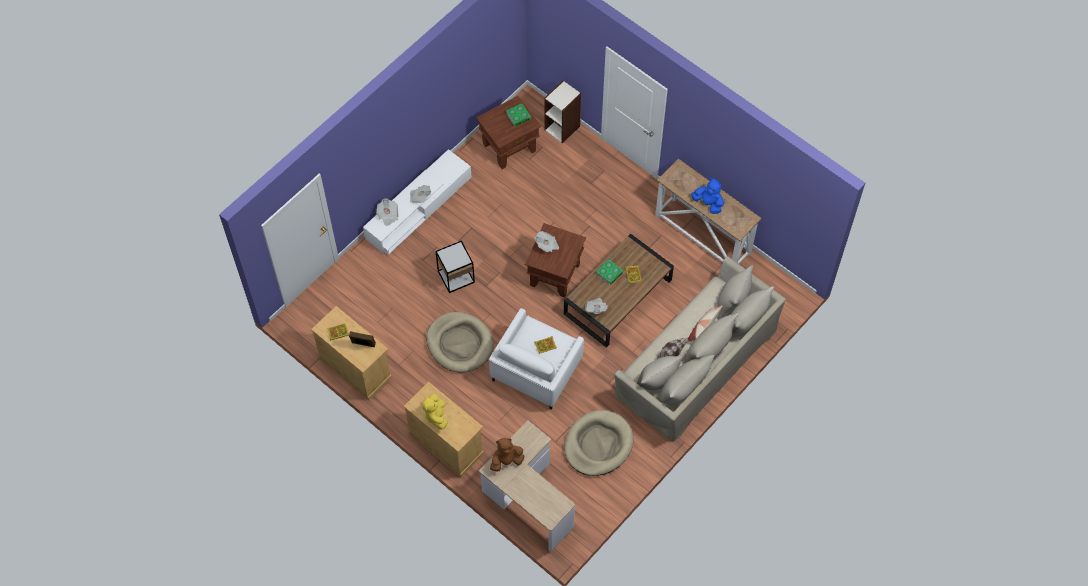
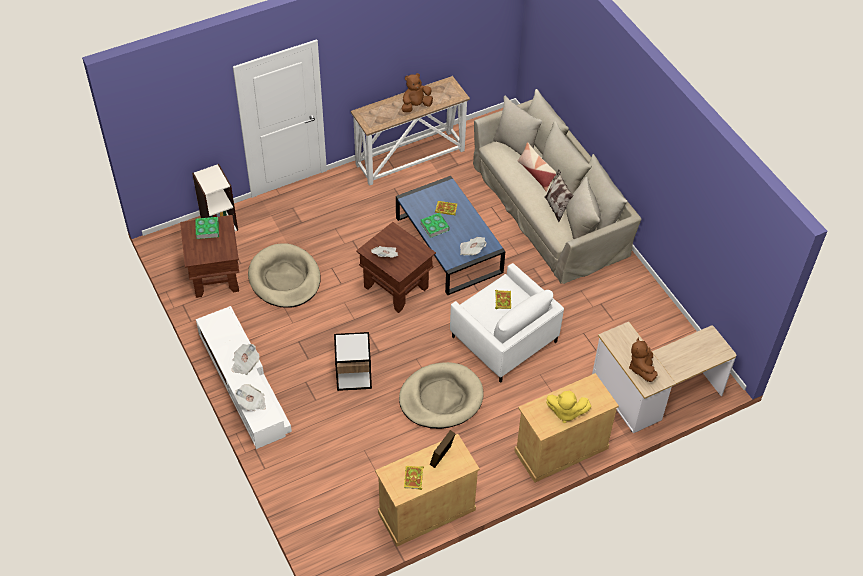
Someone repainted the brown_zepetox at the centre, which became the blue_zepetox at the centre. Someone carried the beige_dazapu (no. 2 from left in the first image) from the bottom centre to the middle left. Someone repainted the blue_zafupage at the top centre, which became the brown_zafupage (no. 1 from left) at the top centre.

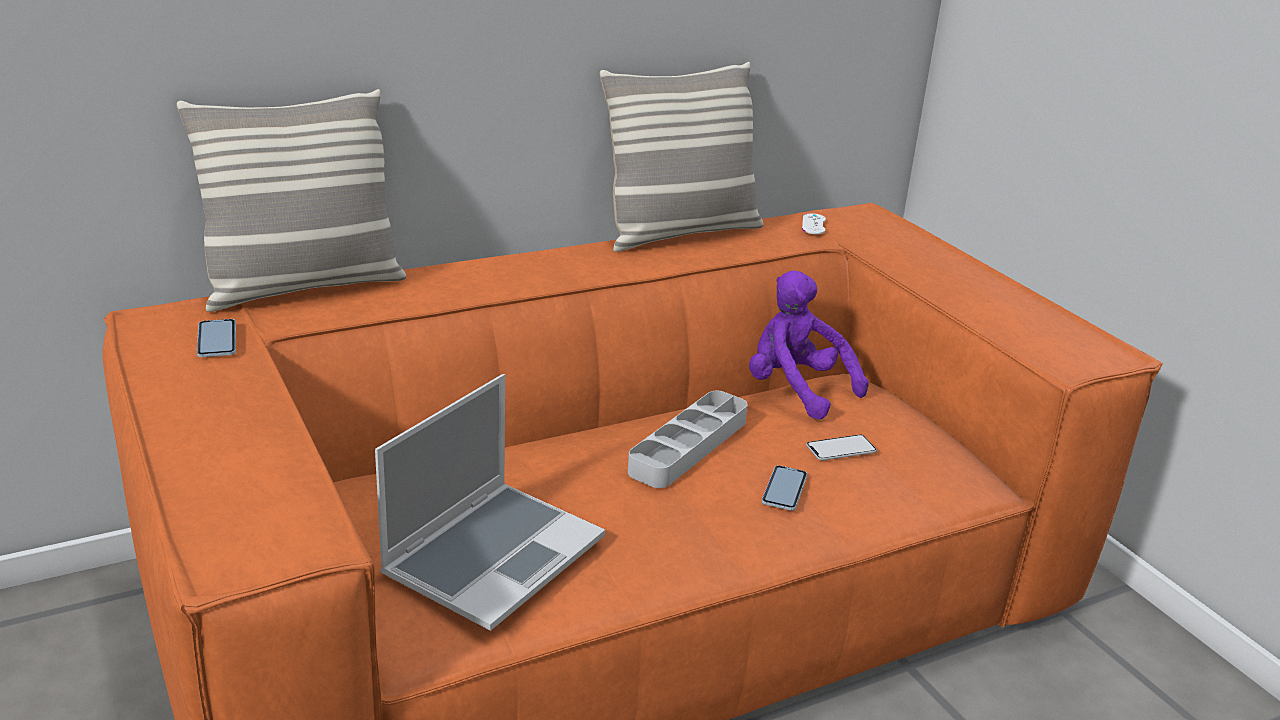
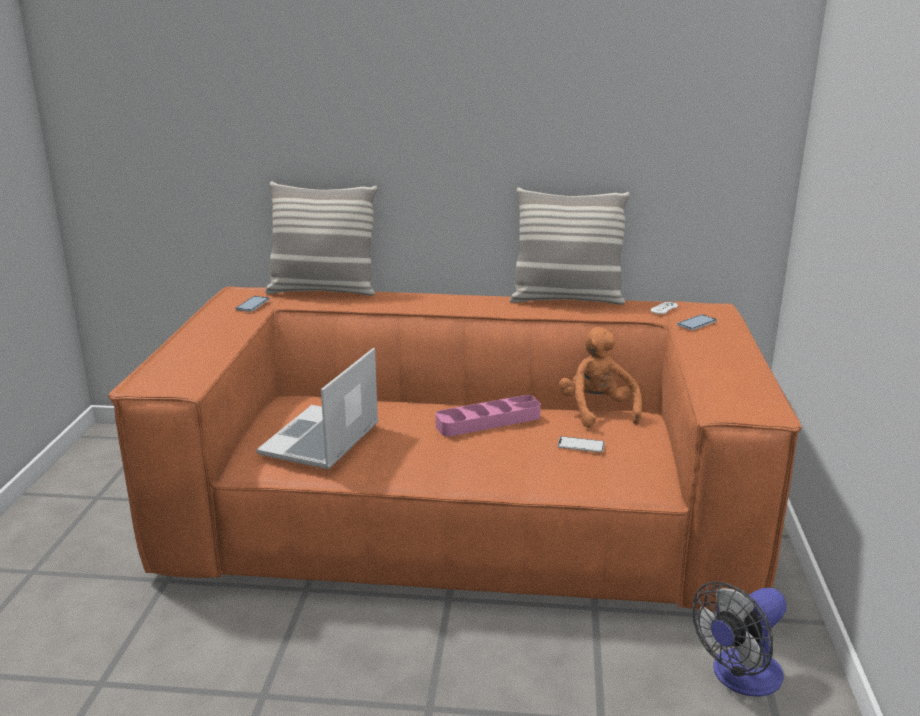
Someone rotated the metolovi at the bottom centre by 135 degrees clockwise. Someone repainted the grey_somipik at the centre, which became the pink_somipik at the centre. Someone repainted the purple_zafupage at the centre, which became the orange_zafupage at the centre. Someone carried the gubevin (no. 2 from left in the first image) from the bottom centre to the middle right. Someone put down the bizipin at the bottom right.

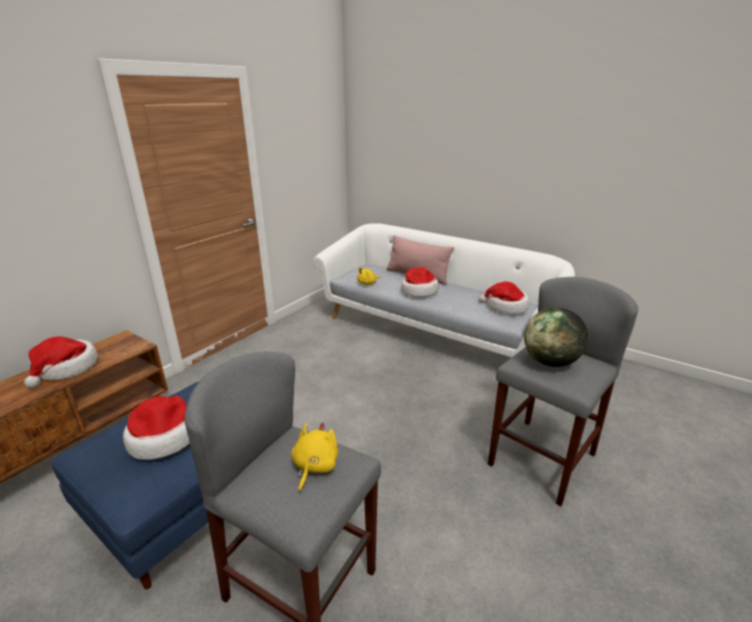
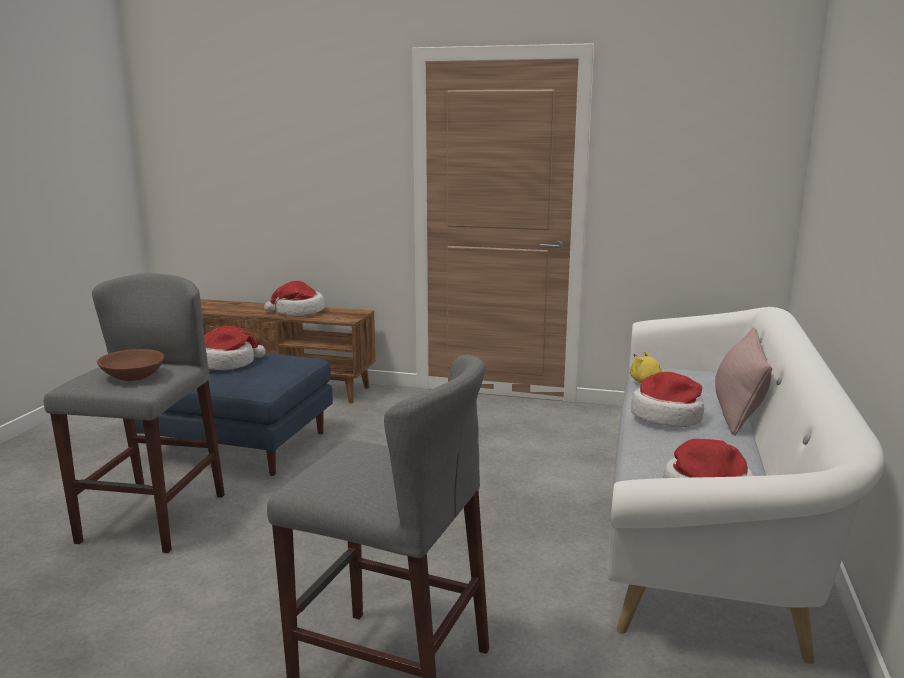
Someone swapped the yellow_zafupage (no. 1 from left) at the bottom centre for the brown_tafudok at the middle left. Someone took away the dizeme at the middle right.

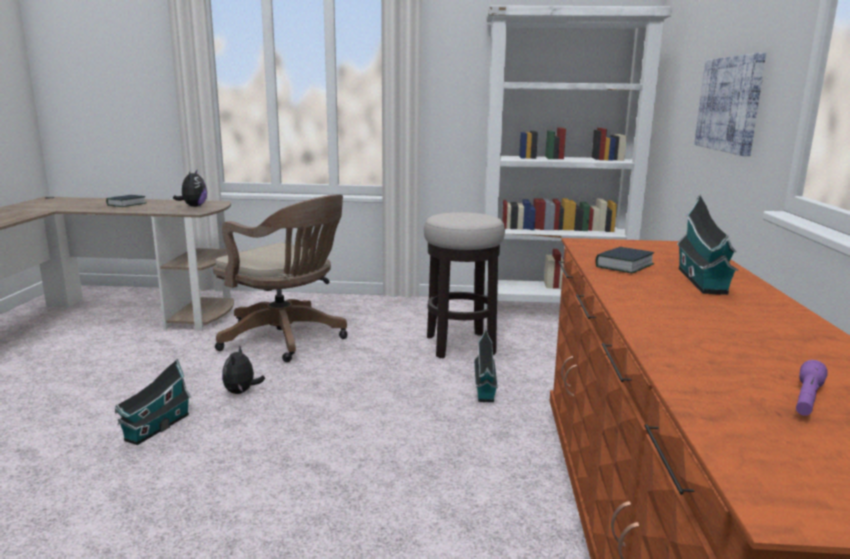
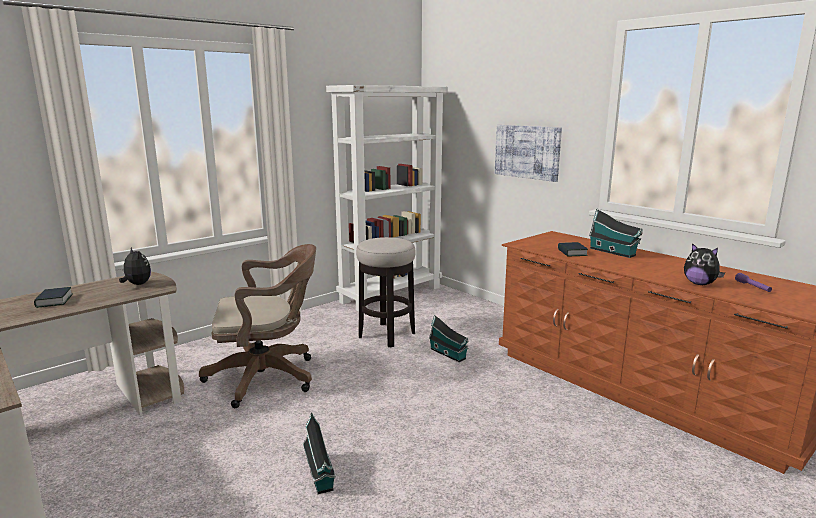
Someone carried the zafupage (no. 2 from left) from the middle left to the middle right.

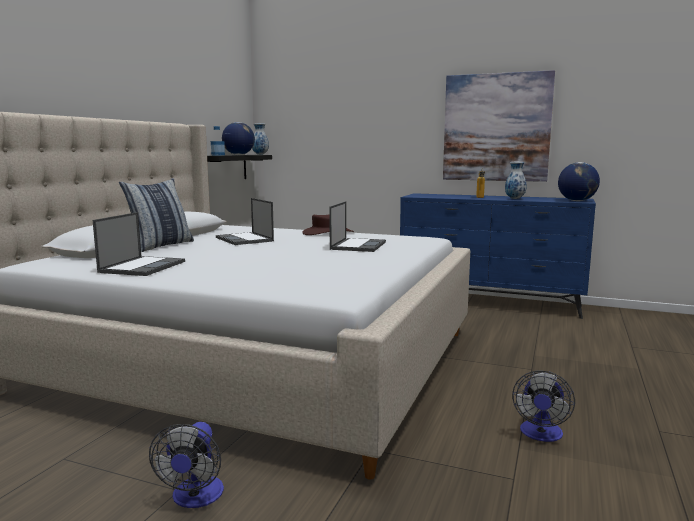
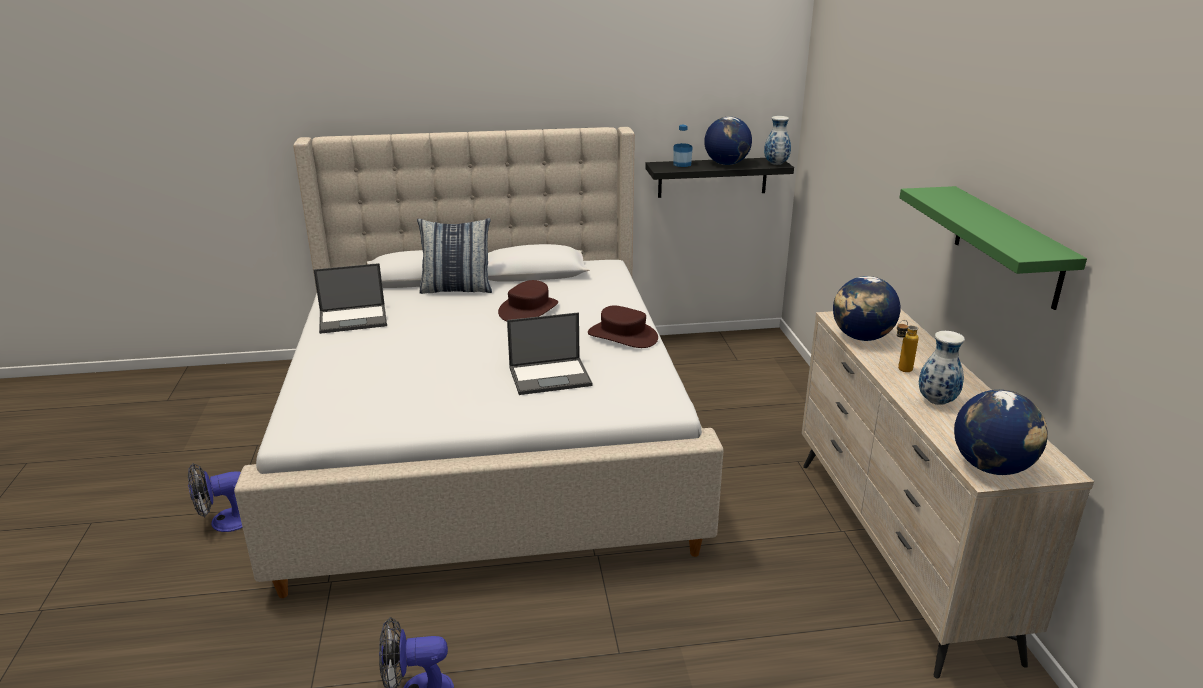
Someone swapped the metolovi (no. 2 from left) at the centre for the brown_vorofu (no. 1 from left) at the centre. Someone repainted the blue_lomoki at the middle right, which became the beige_lomoki at the bottom right. Someone swapped the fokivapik at the top right for the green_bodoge at the middle right. Someone put down the dizeme (no. 2 from left) at the middle right.

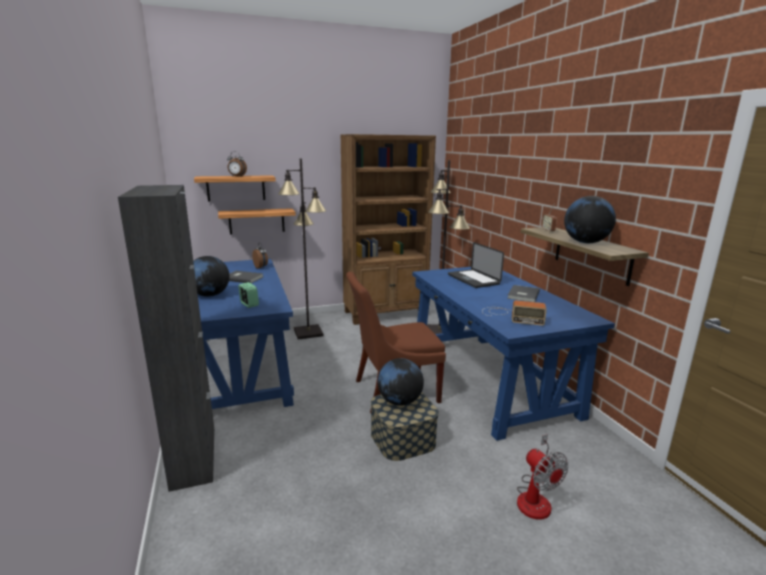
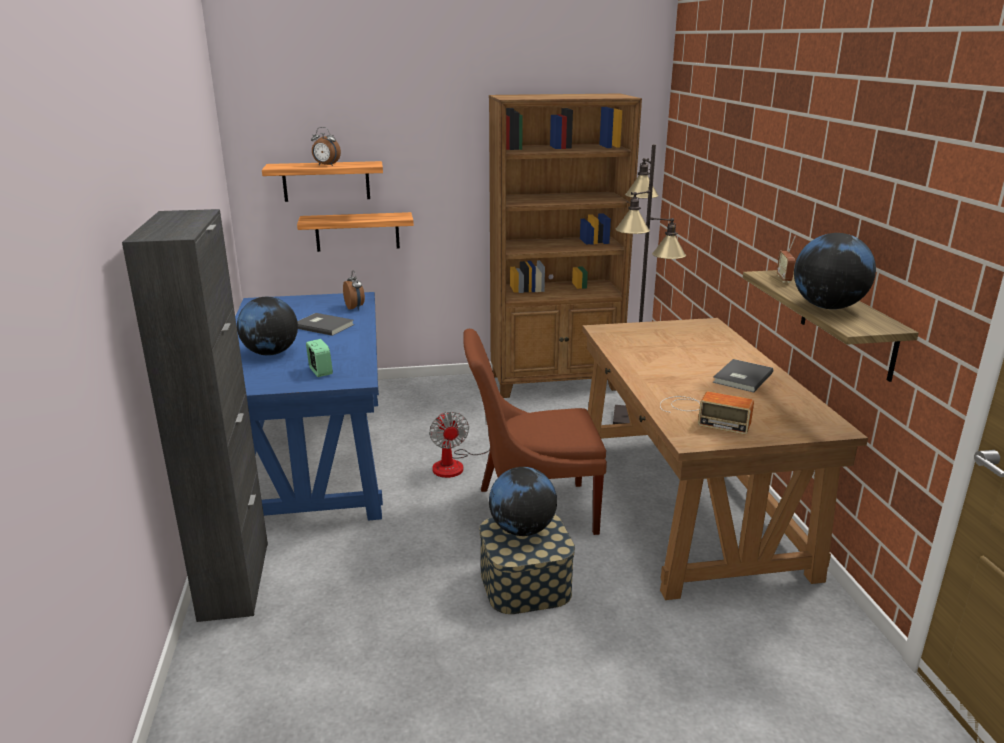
Someone took away the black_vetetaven (no. 1 from left) at the centre. Someone repainted the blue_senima (no. 2 from left) at the middle right, which became the brown_senima at the middle right. Someone took away the metolovi at the centre. Someone carried the bizipin from the bottom right to the centre.

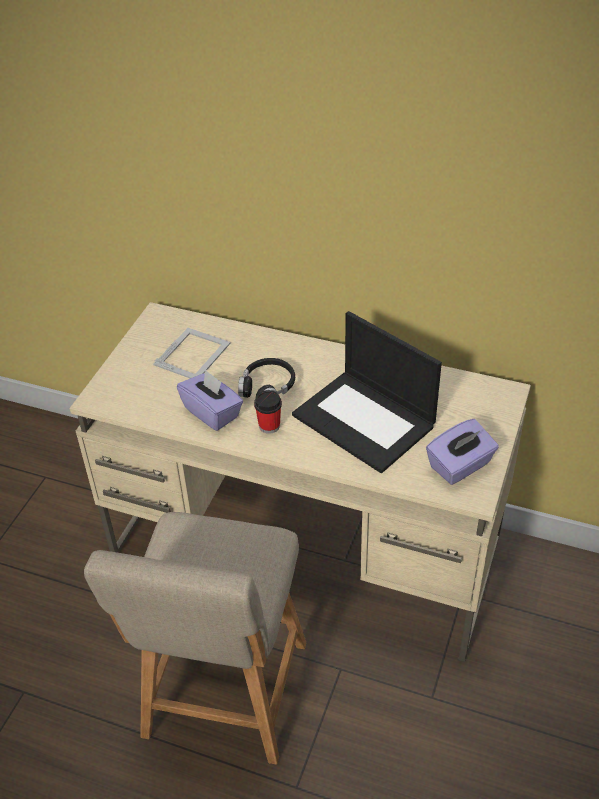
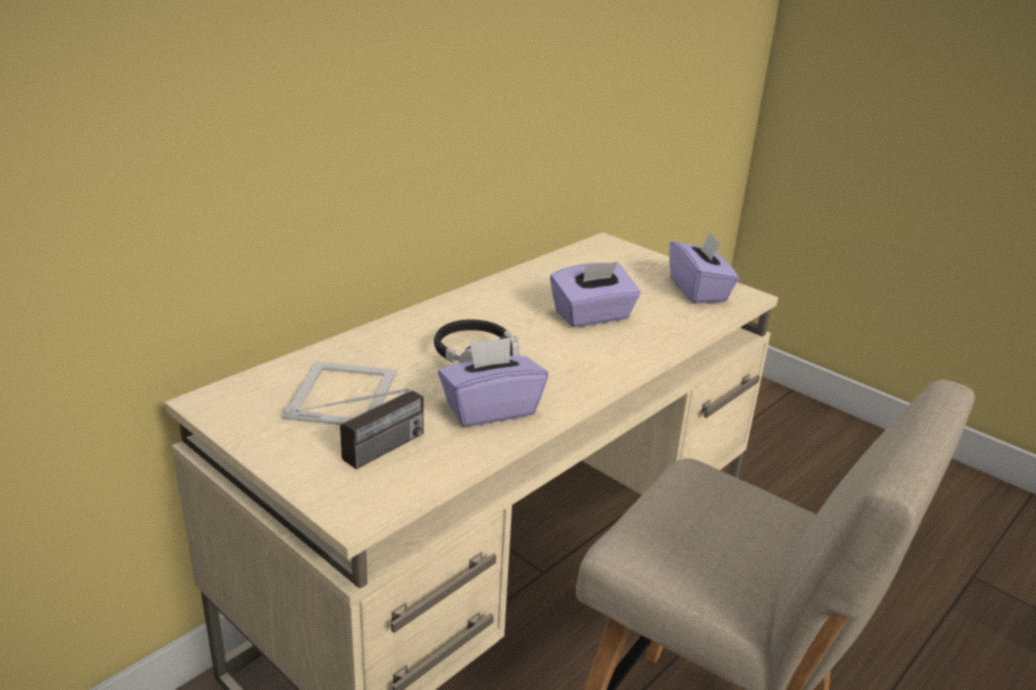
Someone rotated the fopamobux at the middle left by 45 degrees clockwise. Someone took away the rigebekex at the centre. Someone swapped the metolovi at the centre for the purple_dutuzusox (no. 2 from left) at the centre. Someone put down the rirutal at the centre.

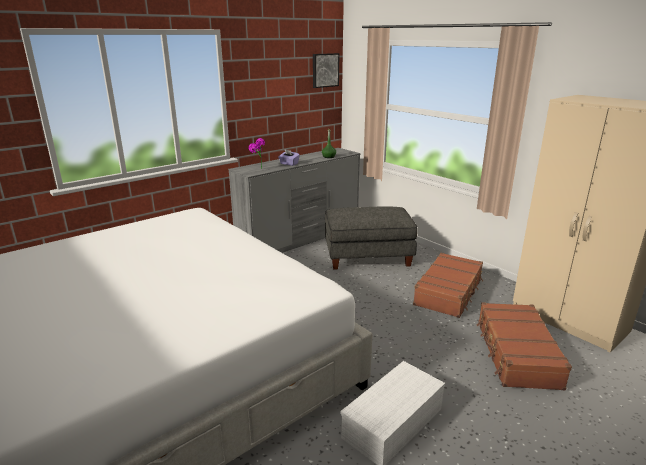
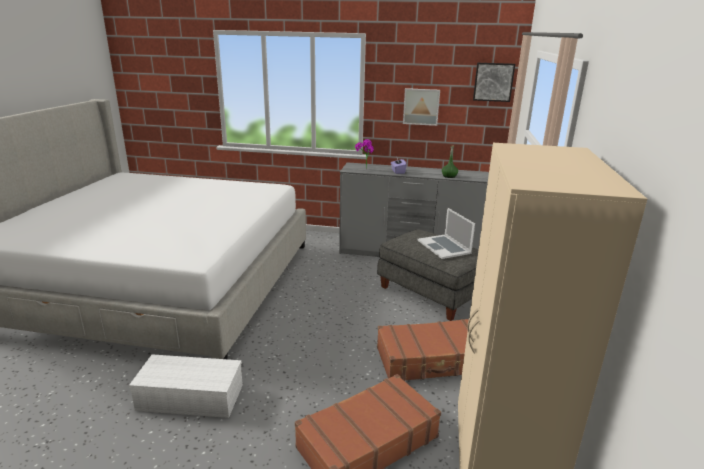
Someone put up the fokivapik (no. 1 from left) at the top centre. Someone put down the metolovi at the centre.

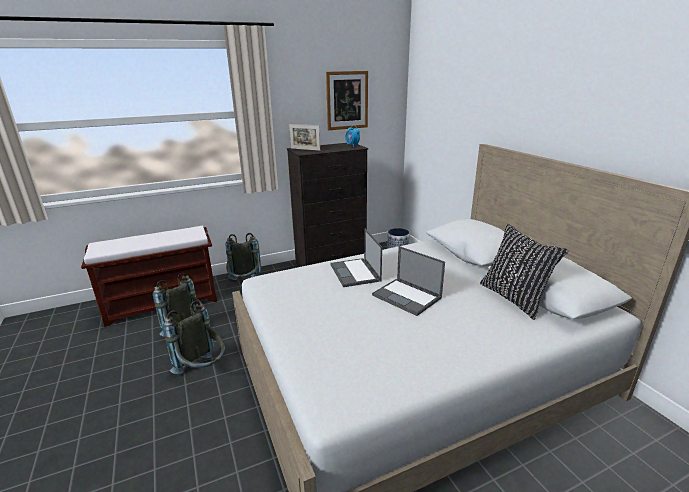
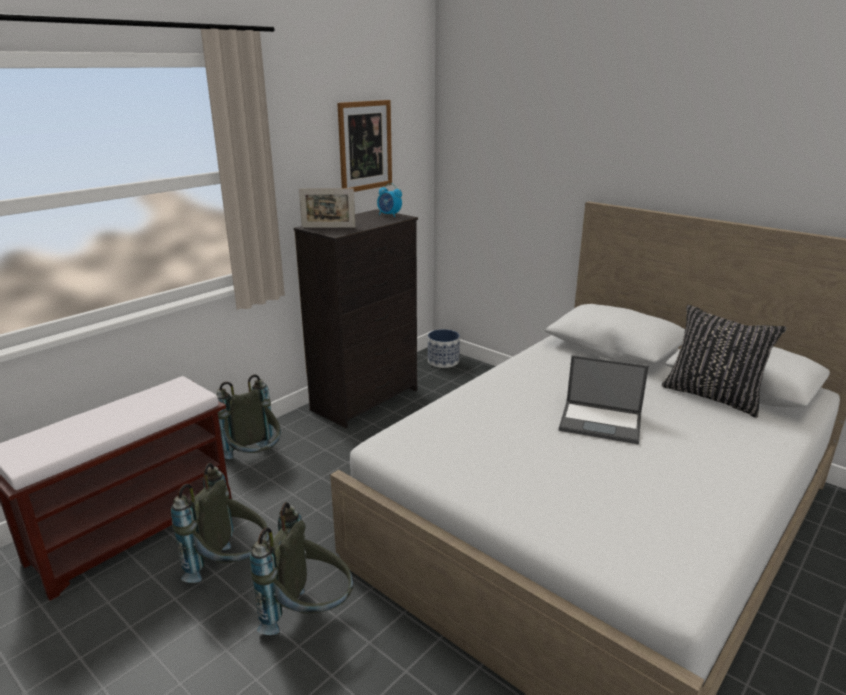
Someone took away the metolovi (no. 1 from left) at the centre.

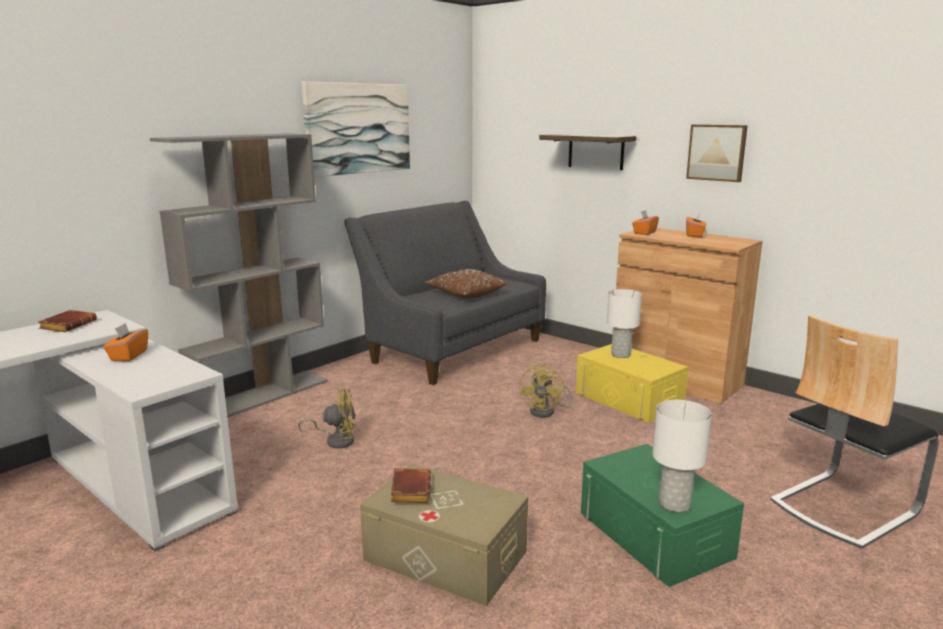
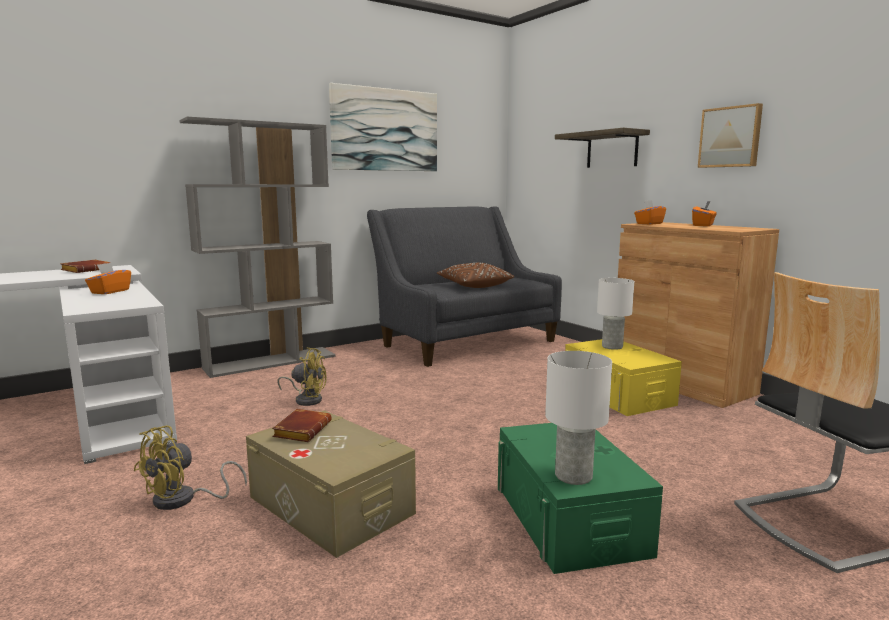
Someone carried the yellow_bizipin (no. 2 from left in the first image) from the centre to the bottom left.

